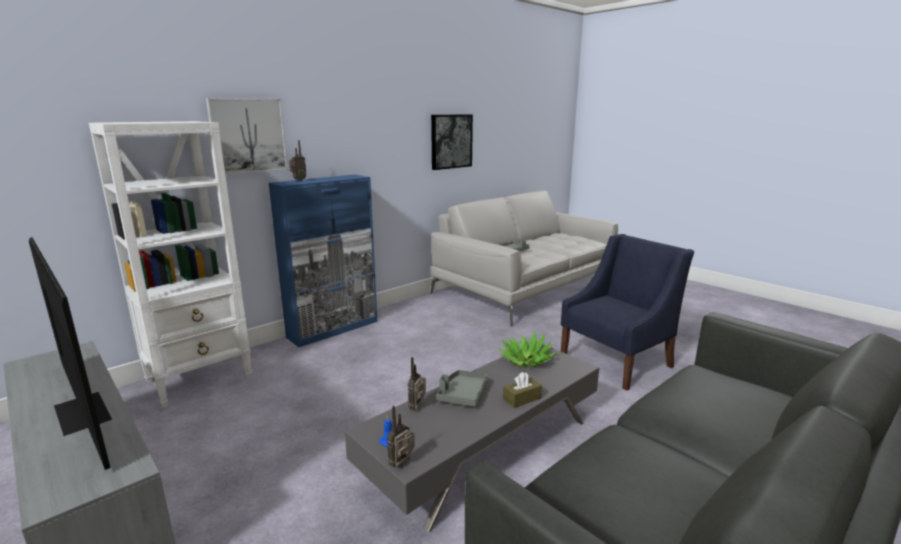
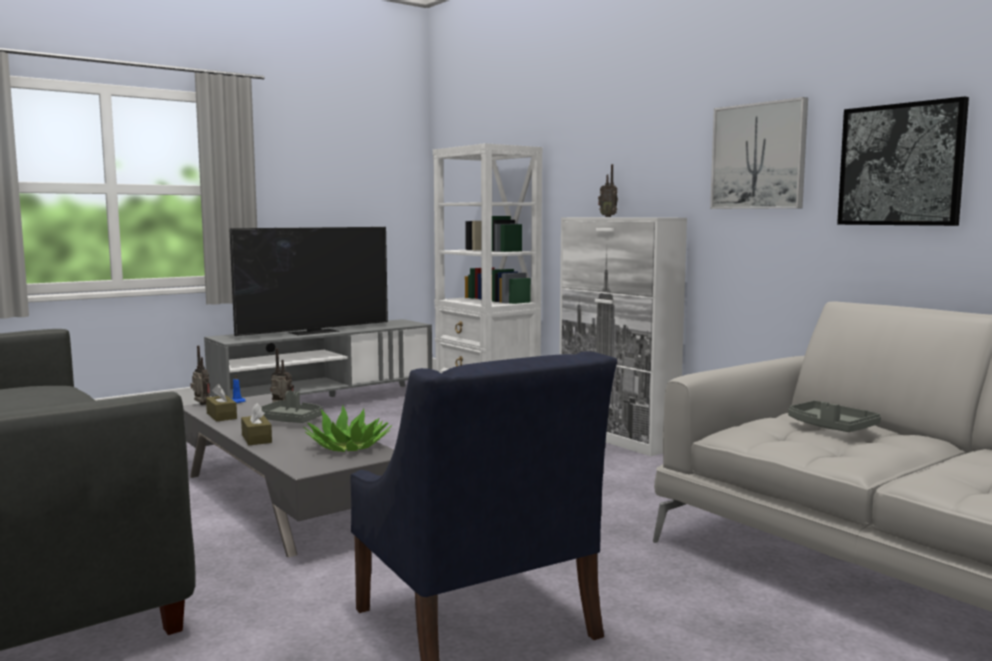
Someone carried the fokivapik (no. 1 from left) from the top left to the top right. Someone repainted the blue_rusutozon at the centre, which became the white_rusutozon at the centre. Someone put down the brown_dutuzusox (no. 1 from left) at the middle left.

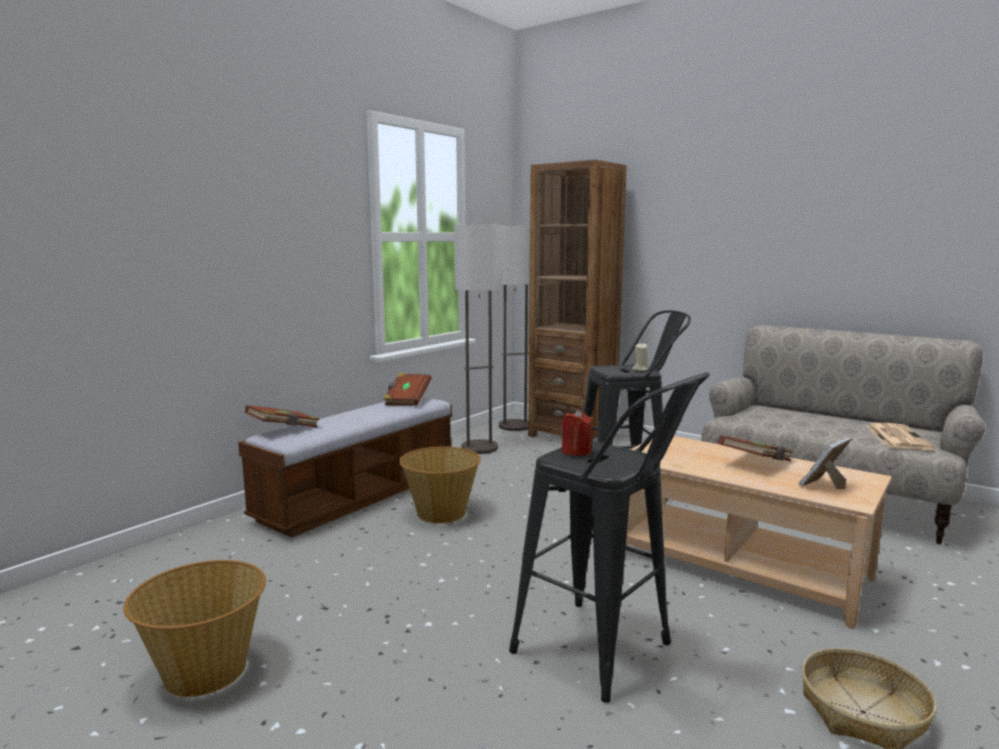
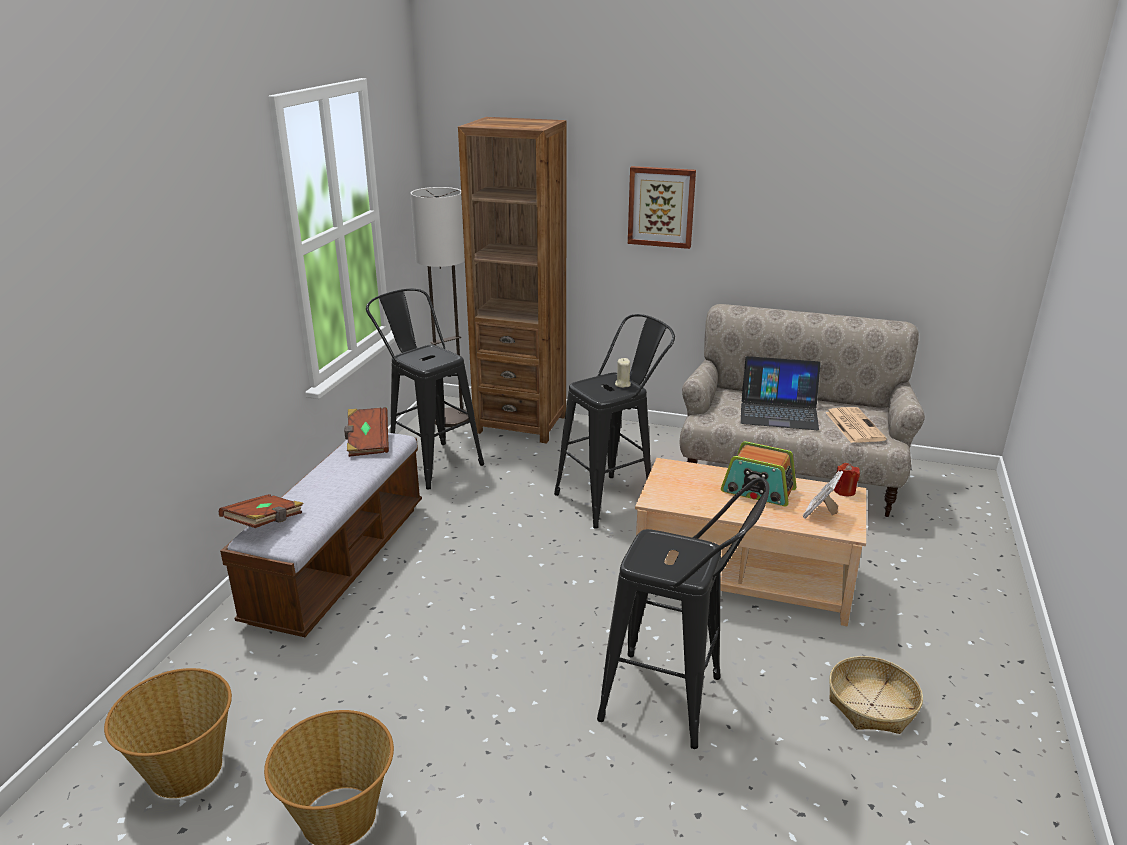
Someone carried the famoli (no. 2 from left in the first image) from the centre to the bottom left. Someone swapped the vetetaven (no. 1 from left) at the centre for the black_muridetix (no. 1 from left) at the centre. Someone carried the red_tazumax from the centre to the middle right. Someone swapped the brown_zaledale (no. 3 from left) at the middle right for the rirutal at the middle right. Someone put up the fokivapik at the top centre. Someone put down the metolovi at the middle right.

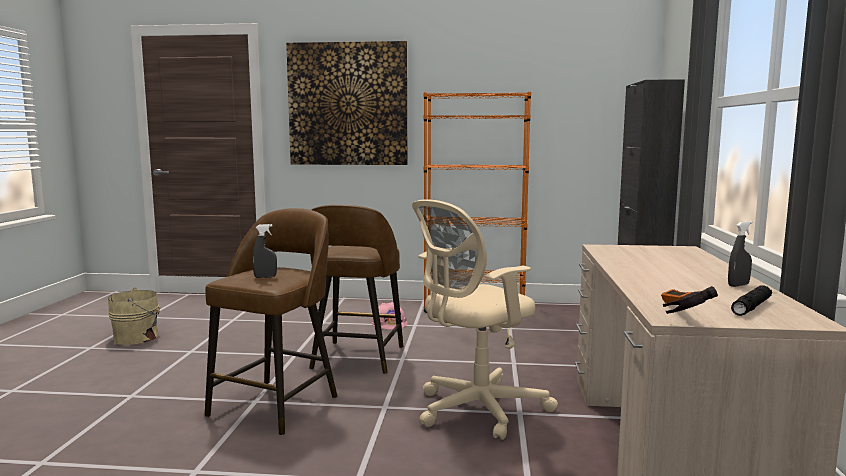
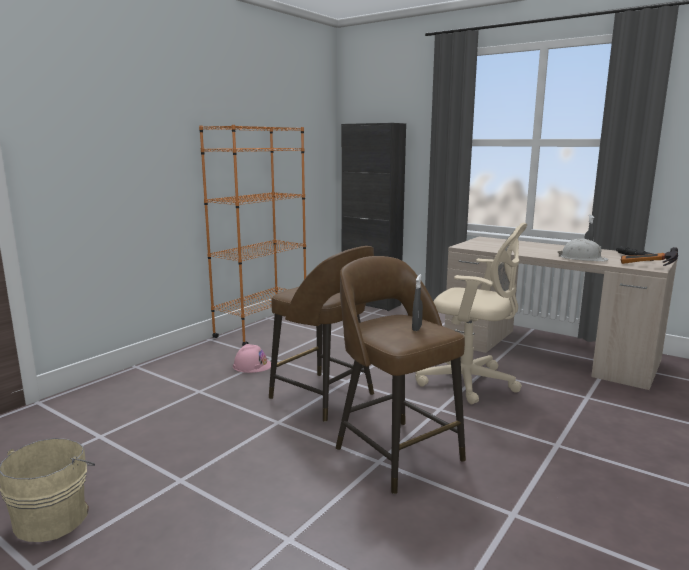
Someone took away the fokivapik at the top centre. Someone rotated the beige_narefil at the bottom centre by 60 degrees counterclockwise. Someone put down the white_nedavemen at the middle right.

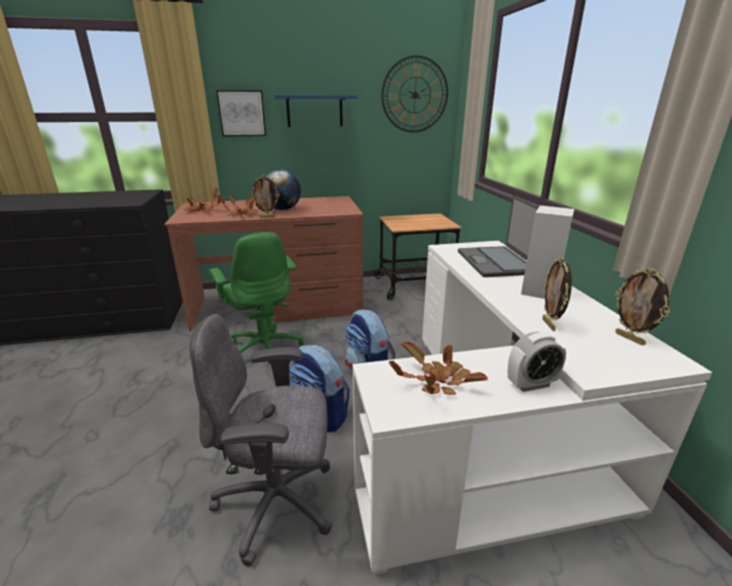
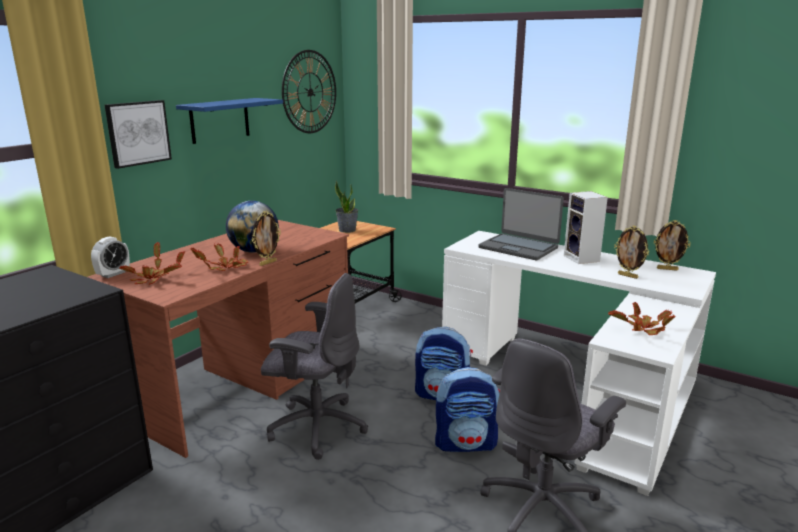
Someone repainted the green_narefil at the centre, which became the grey_narefil (no. 1 from left) at the bottom centre. Someone carried the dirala from the middle right to the middle left. Someone put down the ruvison (no. 3 from left) at the centre.

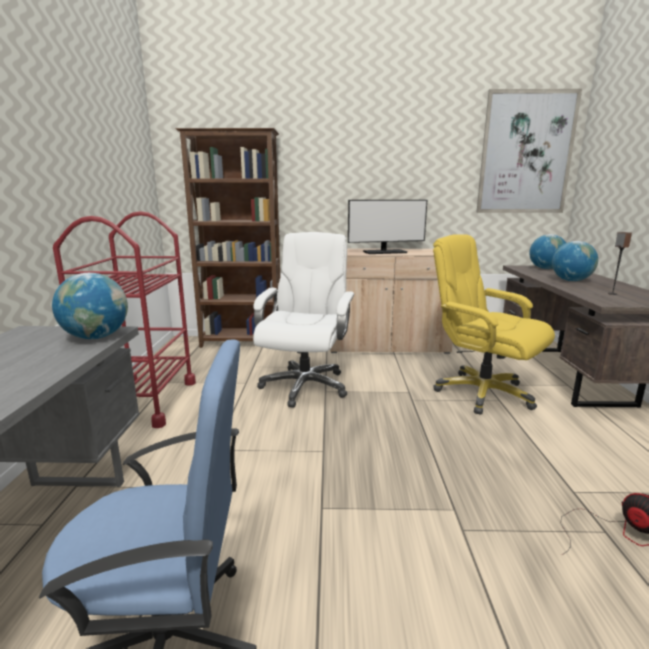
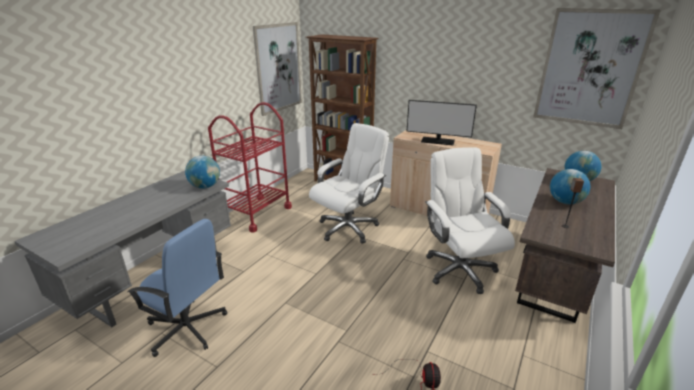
Someone repainted the yellow_narefil at the middle right, which became the white_narefil (no. 2 from left) at the middle right. Someone put up the fokivapik (no. 1 from left) at the top centre.

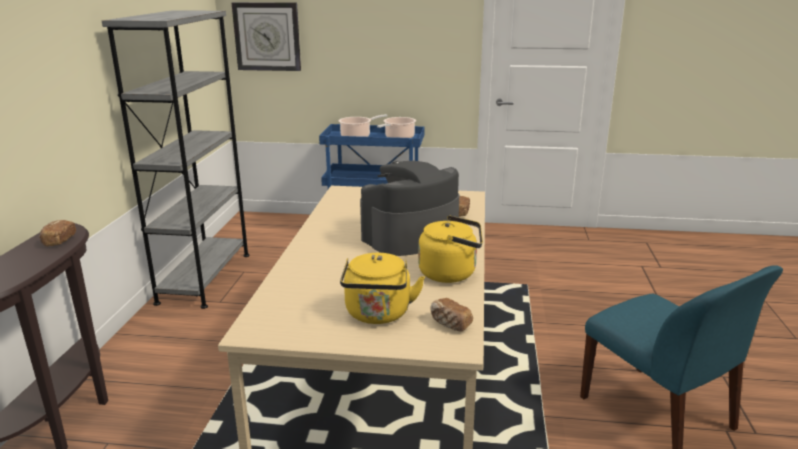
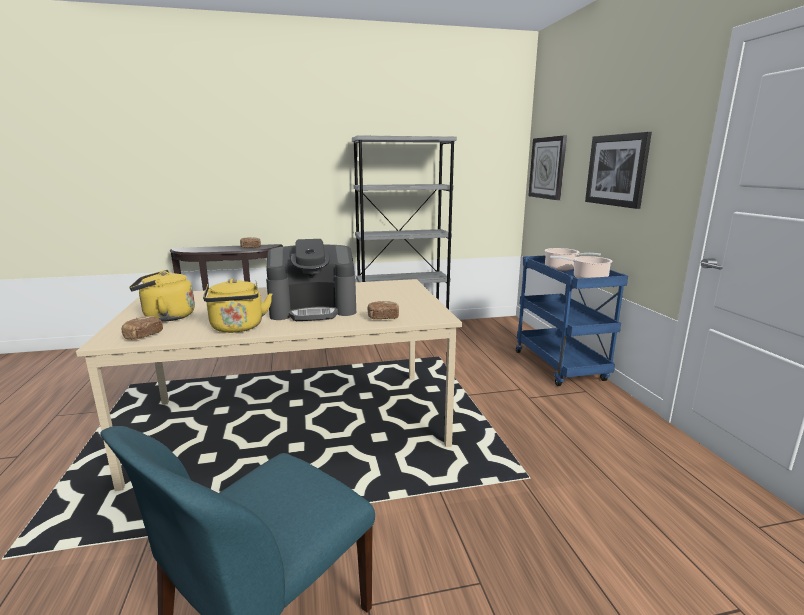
Someone rotated the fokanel at the centre by 135 degrees clockwise. Someone put up the fokivapik at the top right.

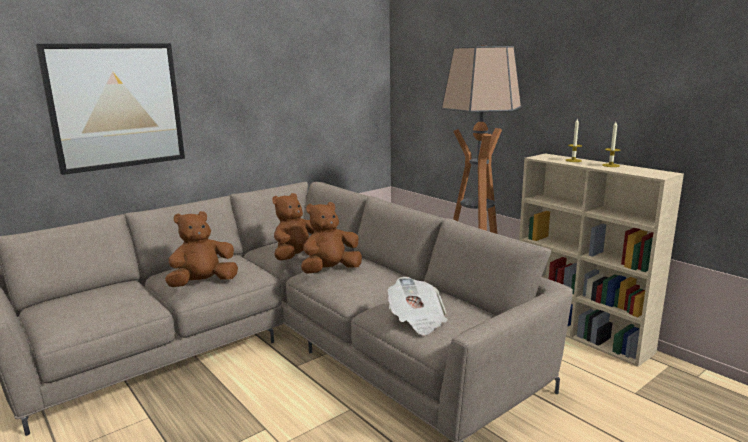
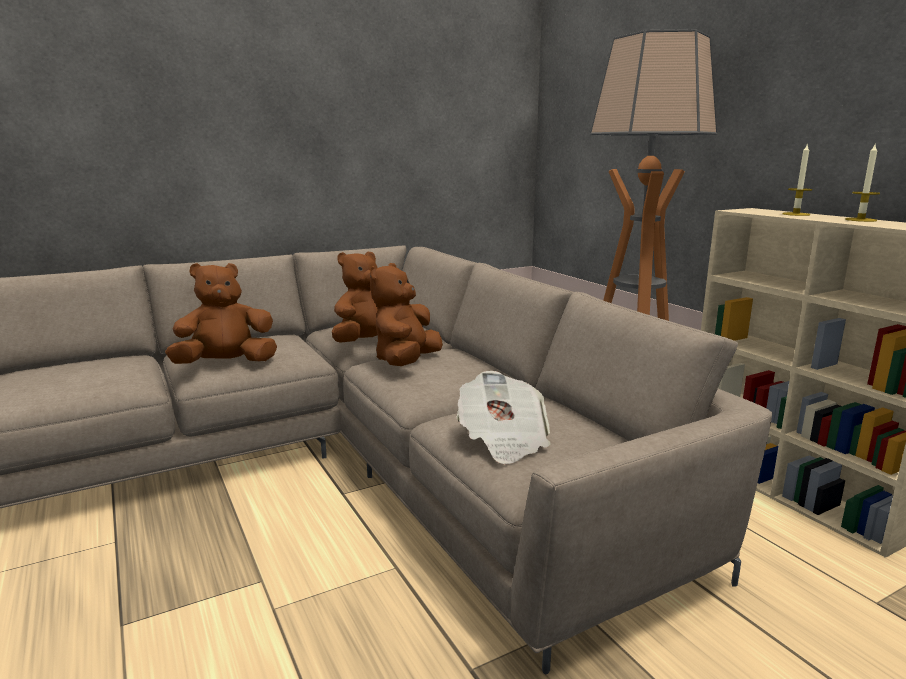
Someone took away the fokivapik at the top left. Someone rotated the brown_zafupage (no. 3 from left) at the centre by 45 degrees counterclockwise.

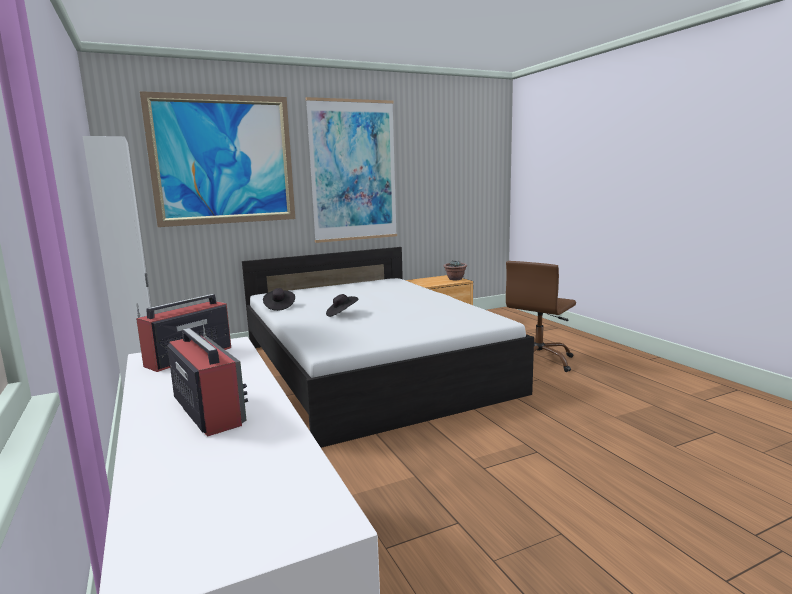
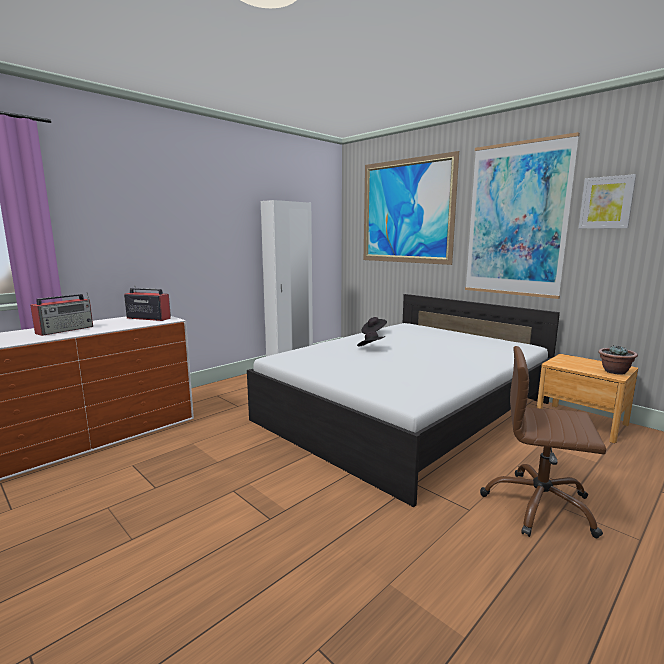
Someone put up the fokivapik (no. 3 from left) at the top right.

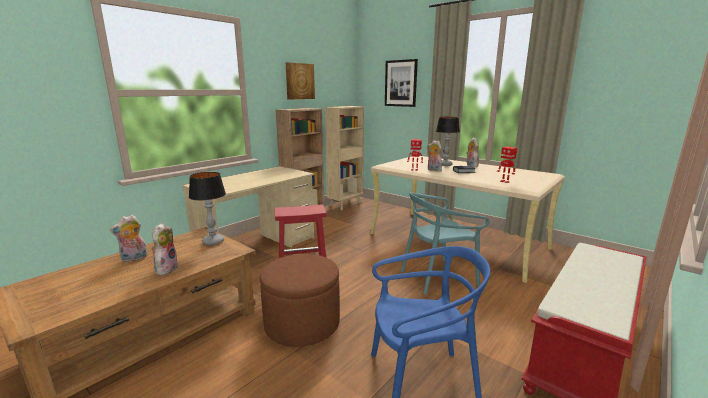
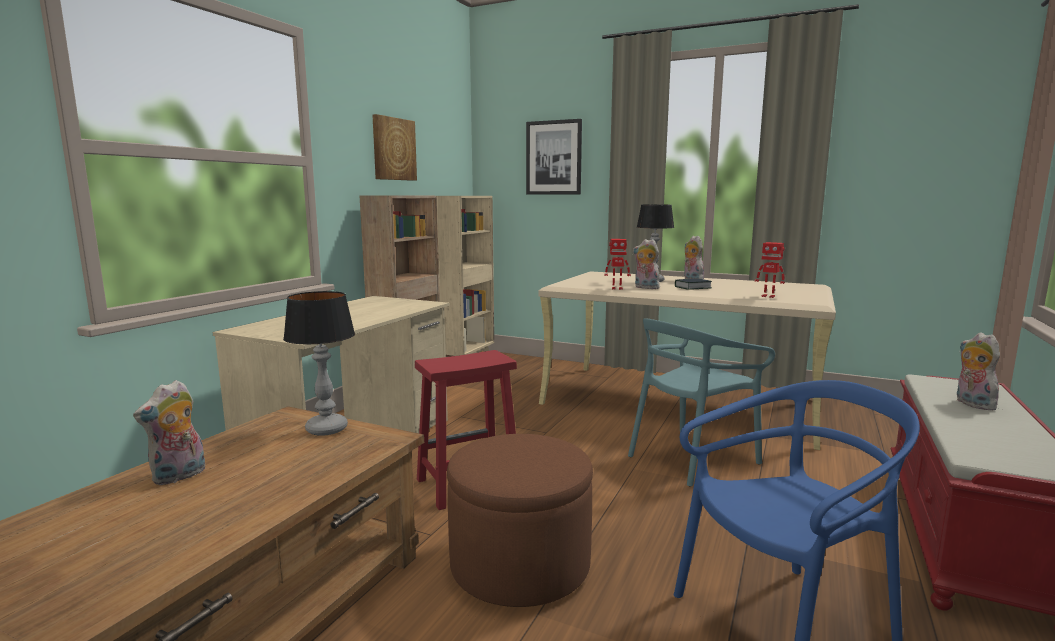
Someone carried the zafupage (no. 2 from left in the first image) from the middle left to the middle right.

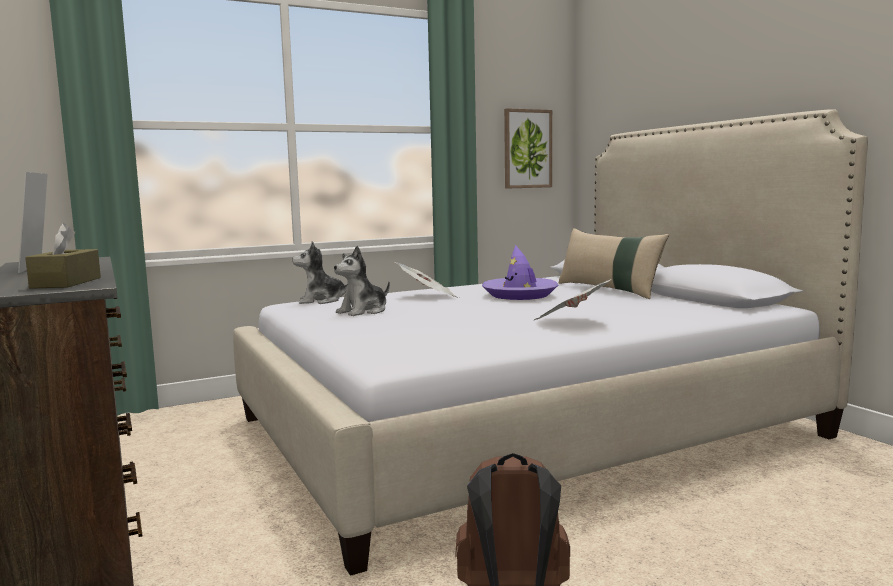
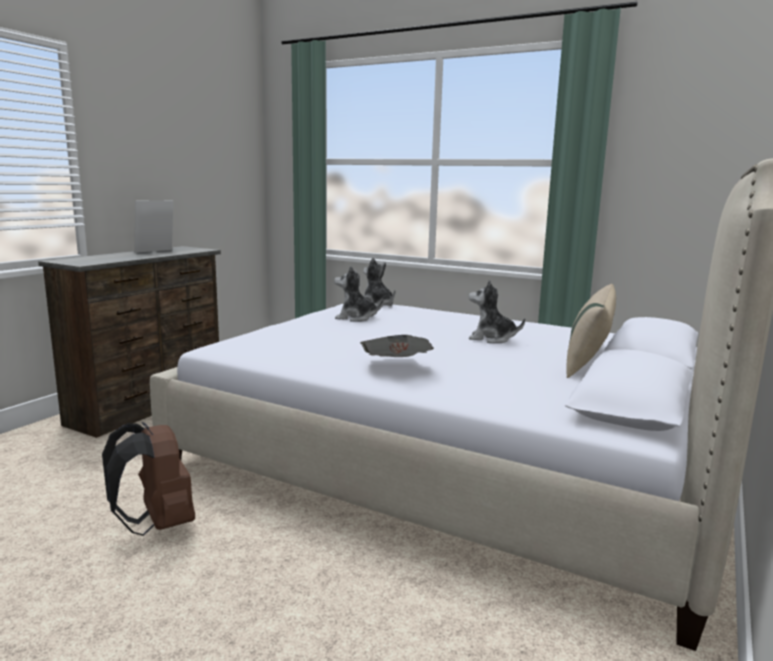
Someone took away the brown_dutuzusox at the middle left. Someone took away the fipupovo (no. 1 from left) at the centre. Someone swapped the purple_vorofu at the centre for the zafupage (no. 3 from left) at the centre. Someone took away the fokivapik at the top centre.

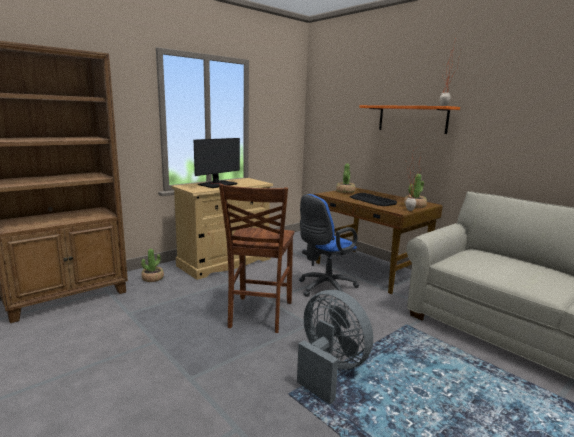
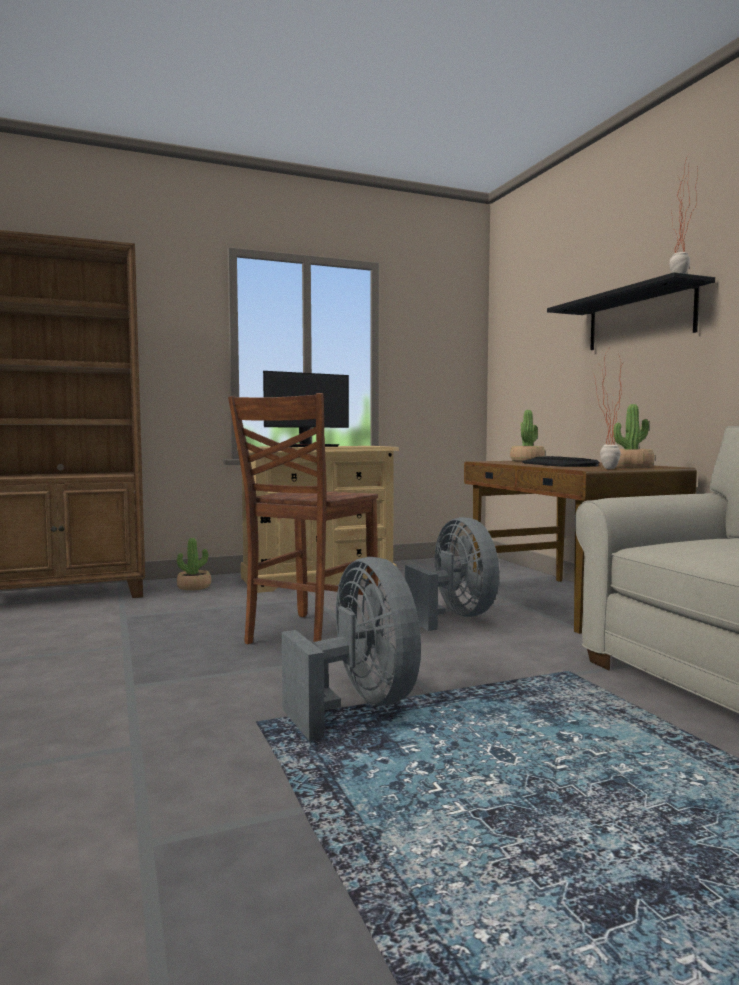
Someone swapped the blue_narefil at the centre for the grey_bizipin (no. 2 from left) at the centre. Someone repainted the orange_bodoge at the top right, which became the black_bodoge at the top right.

